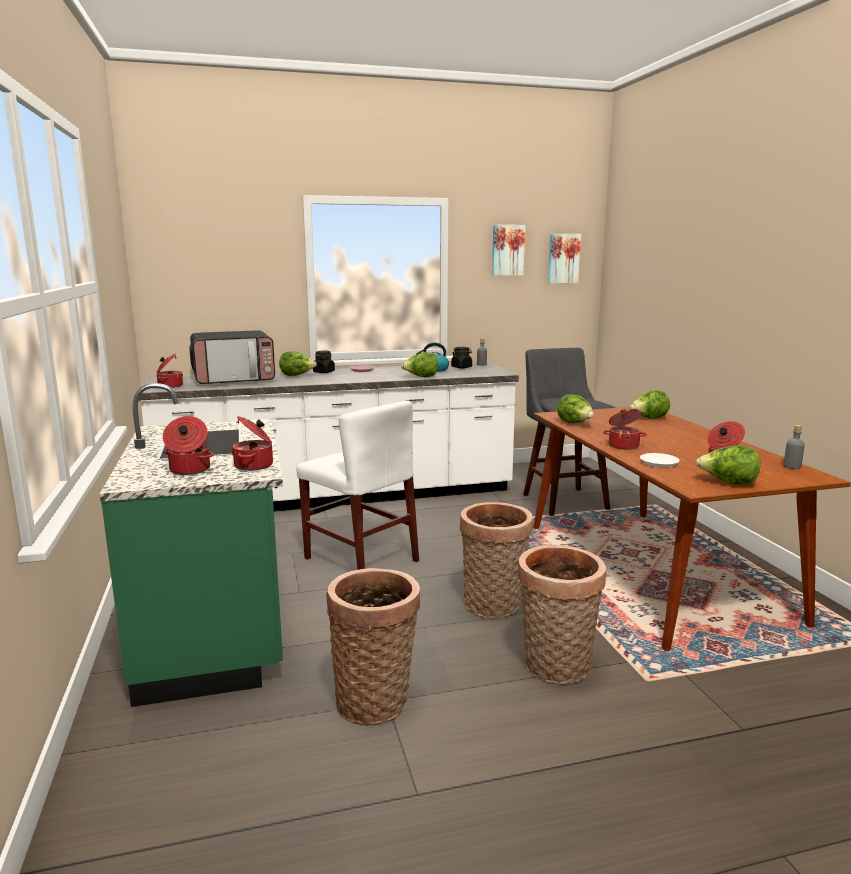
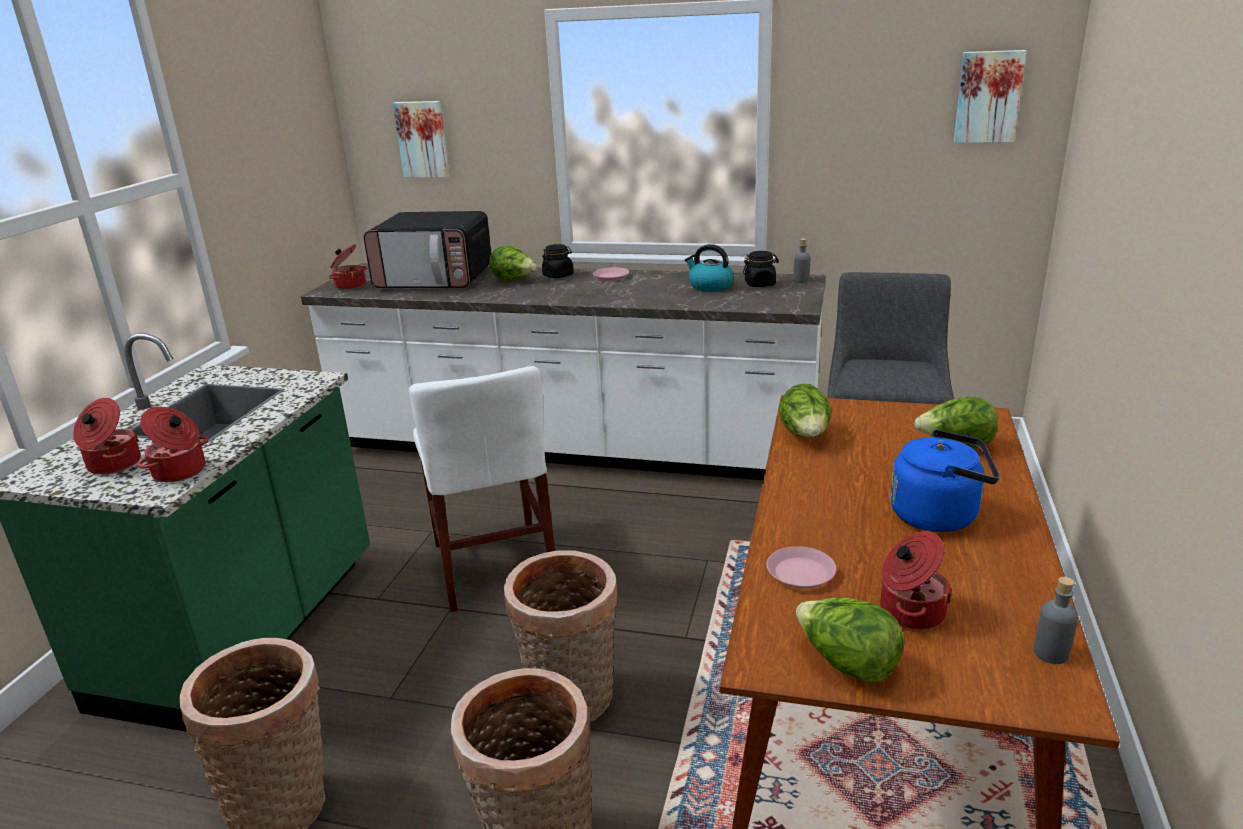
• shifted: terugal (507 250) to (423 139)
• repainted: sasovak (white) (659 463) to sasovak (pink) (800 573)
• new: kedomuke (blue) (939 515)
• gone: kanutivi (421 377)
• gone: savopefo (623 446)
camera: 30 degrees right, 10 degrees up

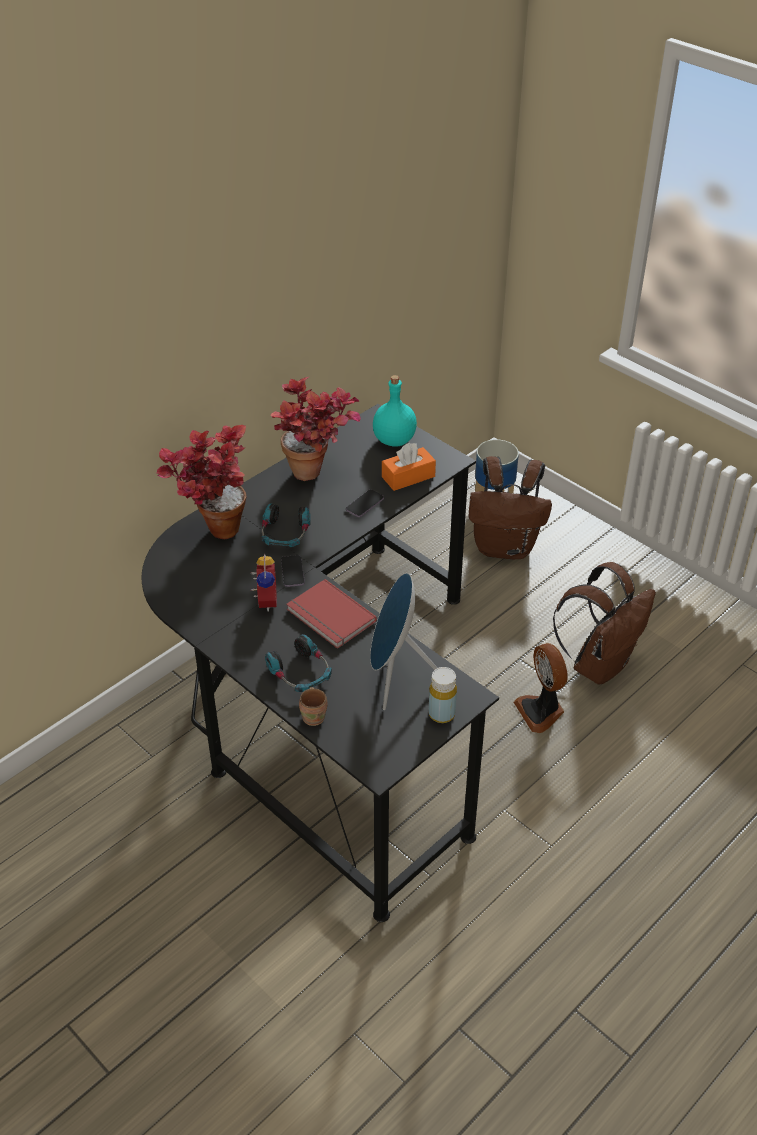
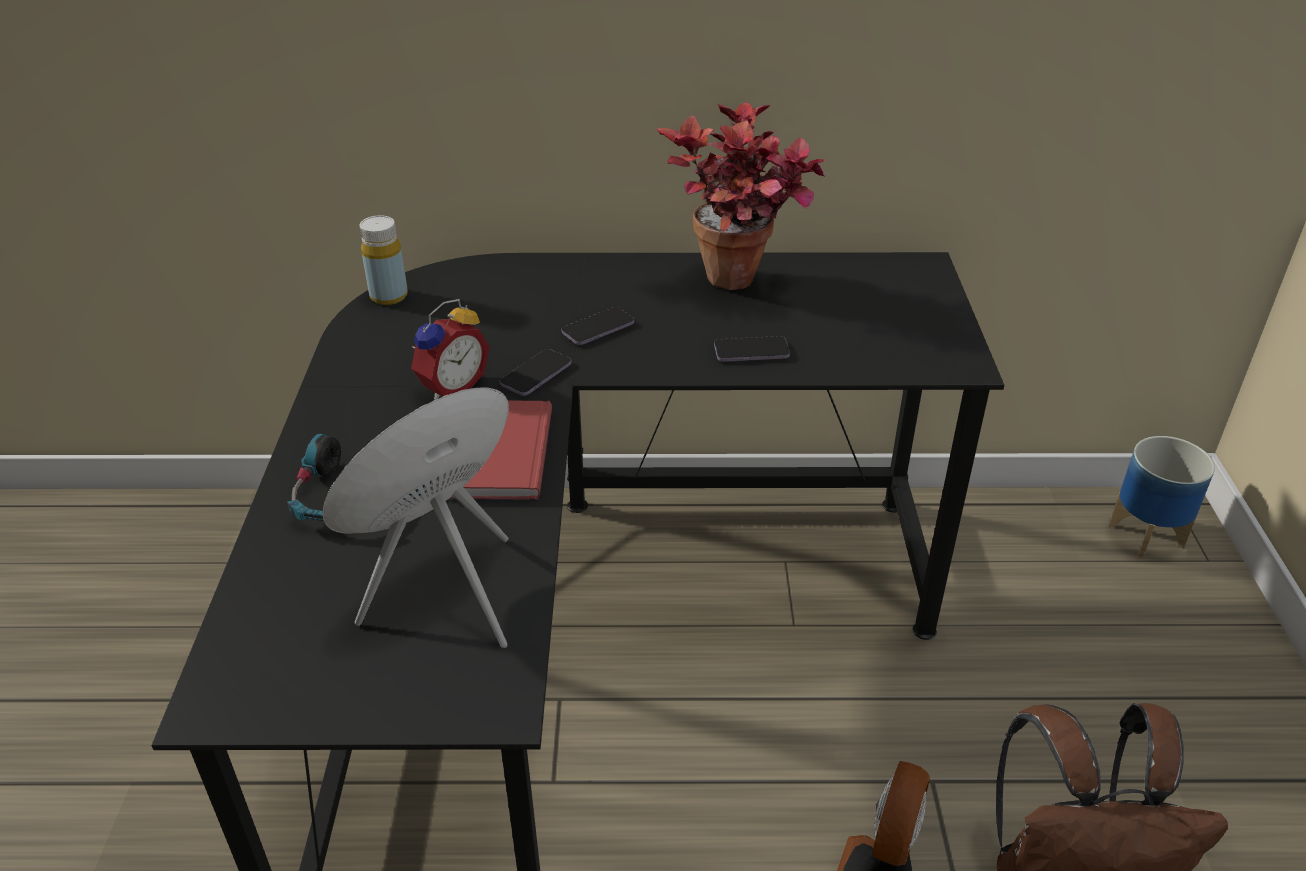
• shifted: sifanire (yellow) (441 714) to (389 296)
• swapped: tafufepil (285 533) to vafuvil (598 328)
• gone: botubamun (212 529)
• gone: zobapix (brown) (314 716)
• gone: sifanire (turquoise) (393 440)
• gone: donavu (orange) (408 477)
• gone: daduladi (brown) (505 547)
camera: 45 degrees right, 5 degrees down

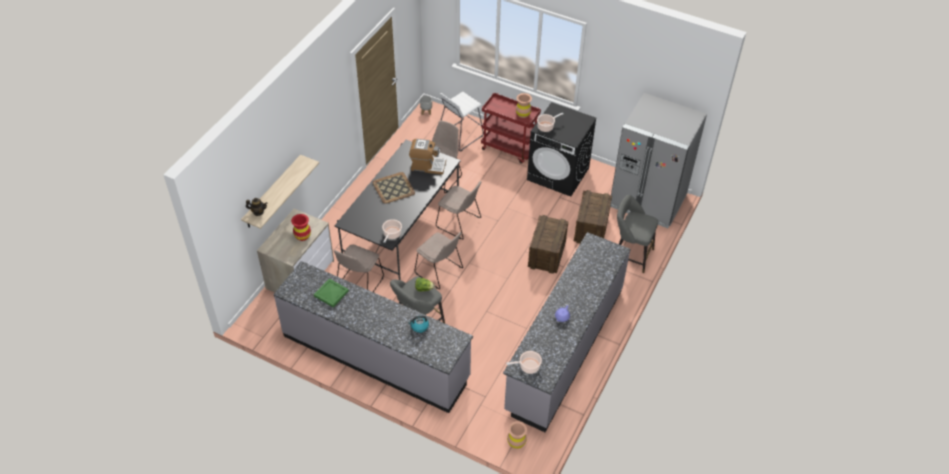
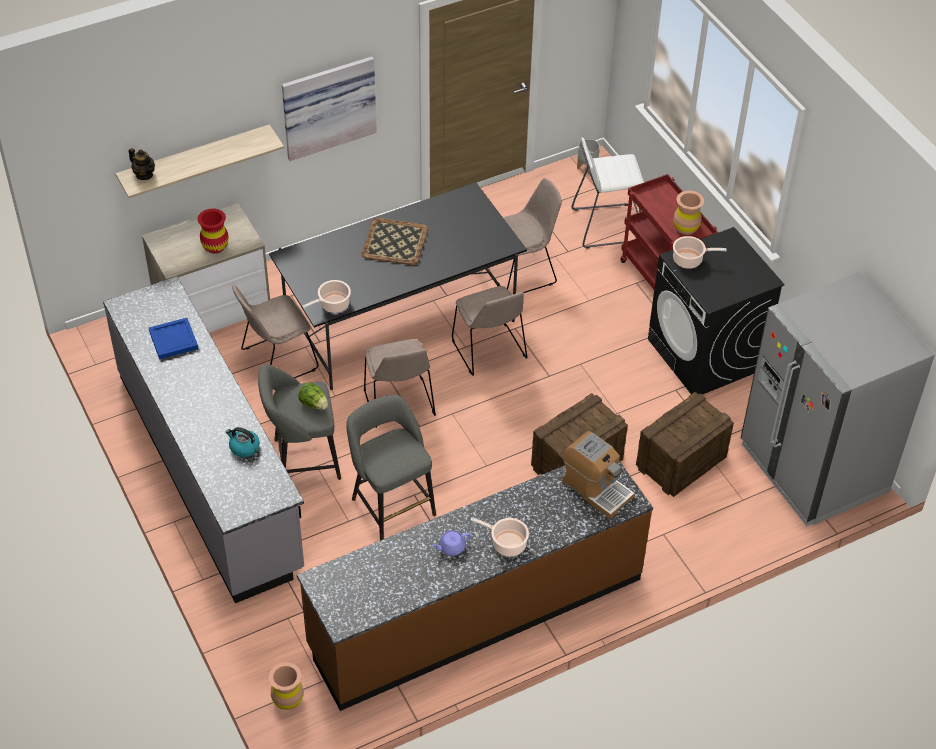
• repainted: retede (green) (331 293) to retede (blue) (174 339)
• new: terugal (328 105)
• repainted: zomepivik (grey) (564 349) to zomepivik (brown) (475 612)
• shifted: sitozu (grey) (630 255) to (391 503)
• shifted: savopefo (528 366) to (506 543)
• shifted: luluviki (427 166) to (596 489)
camera: 35 degrees right, 0 degrees up

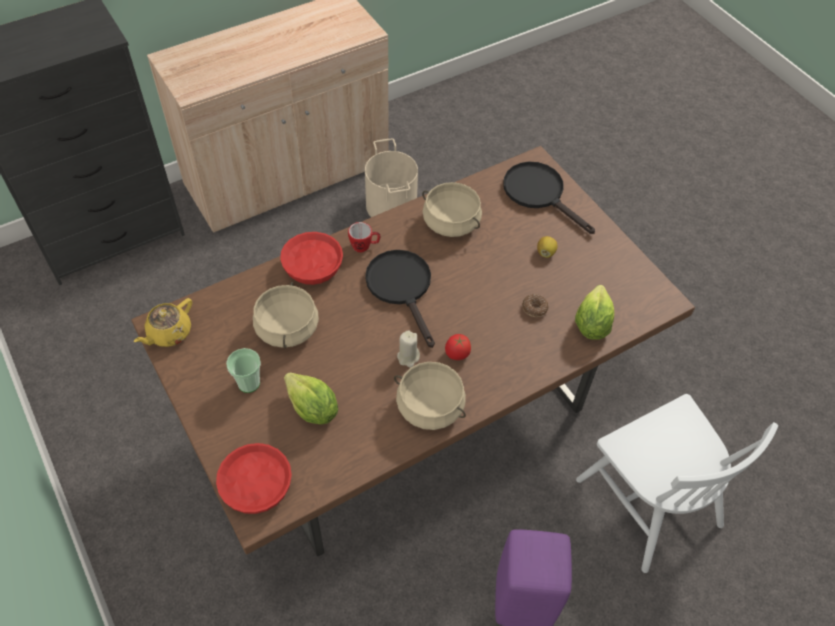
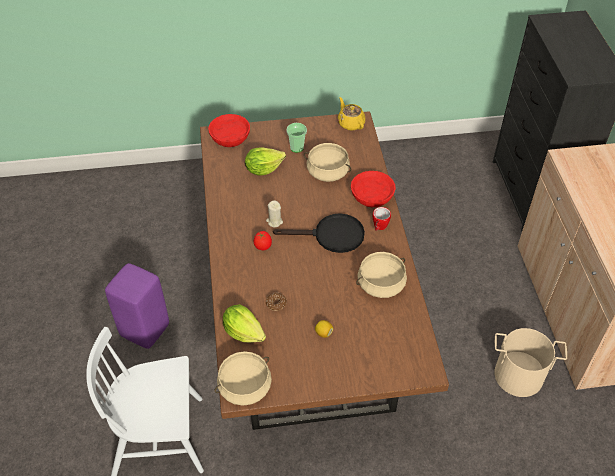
• shifted: savopefo (beige) (429 407) to (245 386)
• gone: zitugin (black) (539 194)
camera: 115 degrees right, 5 degrees down

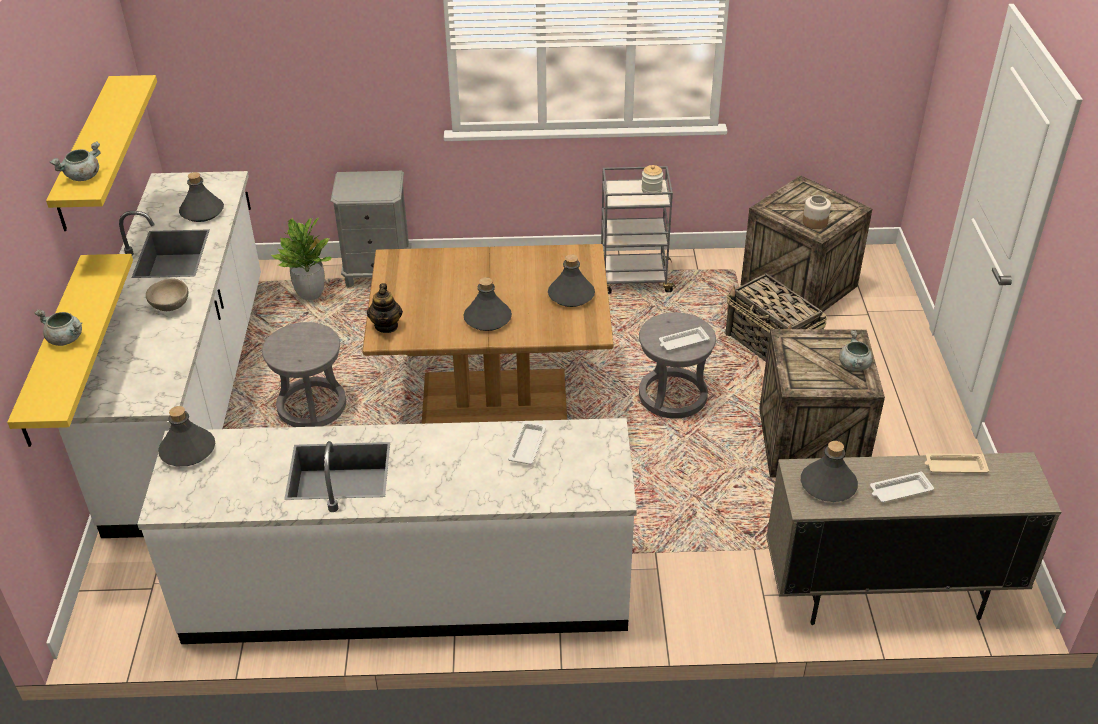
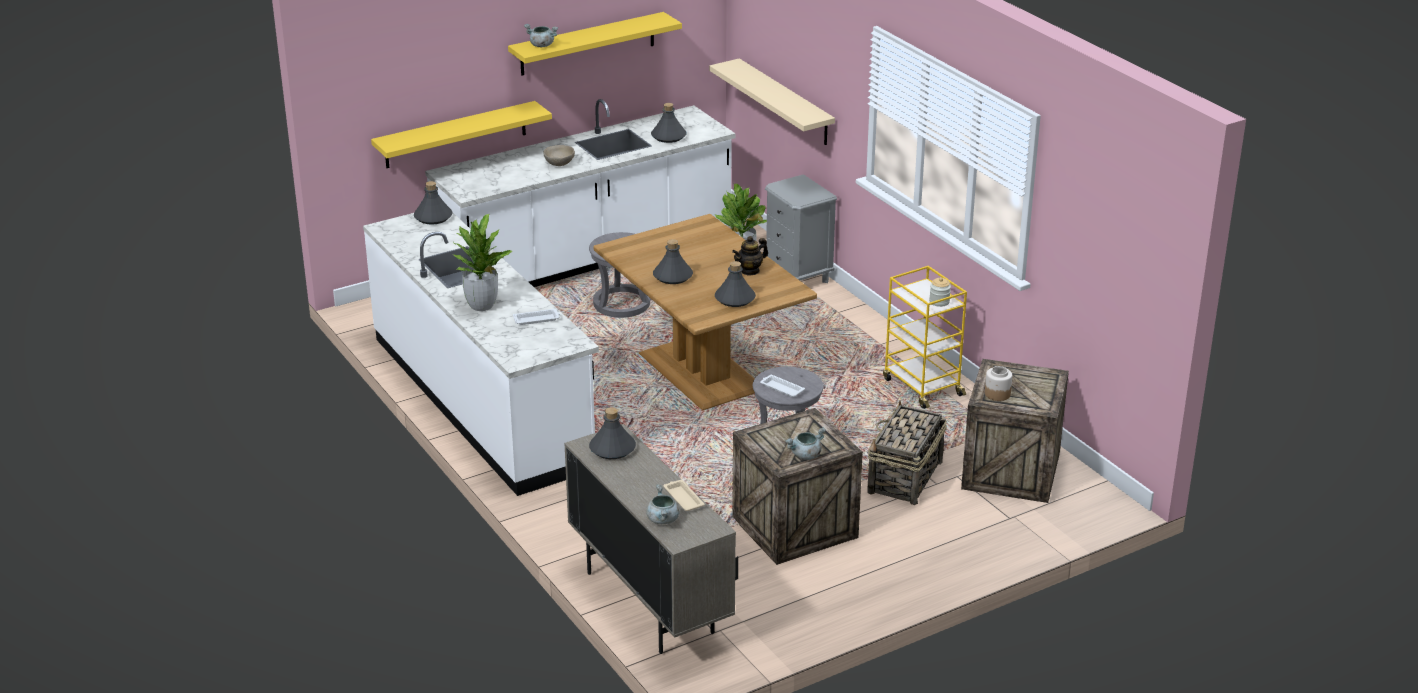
• new: botubamun (481 305)
• shifted: savopefo (grey) (66 339) to (663 520)
• new: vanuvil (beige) (785 102)
• shifted: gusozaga (386 325) to (750 270)
• repainted: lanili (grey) (633 279) to lanili (yellow) (921 387)
• gone: retede (white) (899 491)
camera: 60 degrees right, 10 degrees down

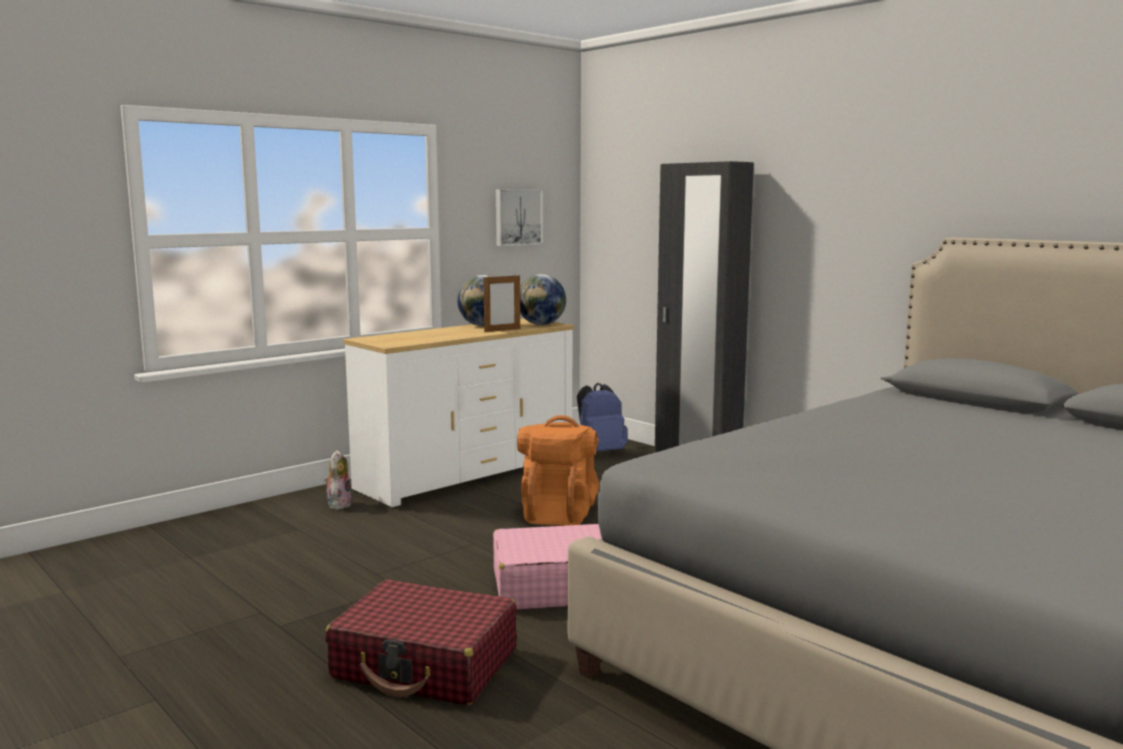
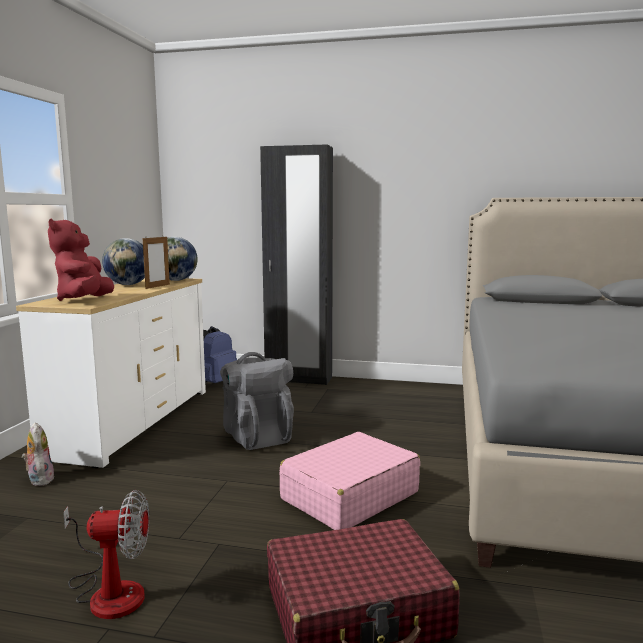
• new: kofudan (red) (84 300)
• new: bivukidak (109 591)
• repainted: daduladi (orange) (558 513) to daduladi (grey) (257 436)
• gone: terugal (517 217)
camera: 35 degrees left, 0 degrees up

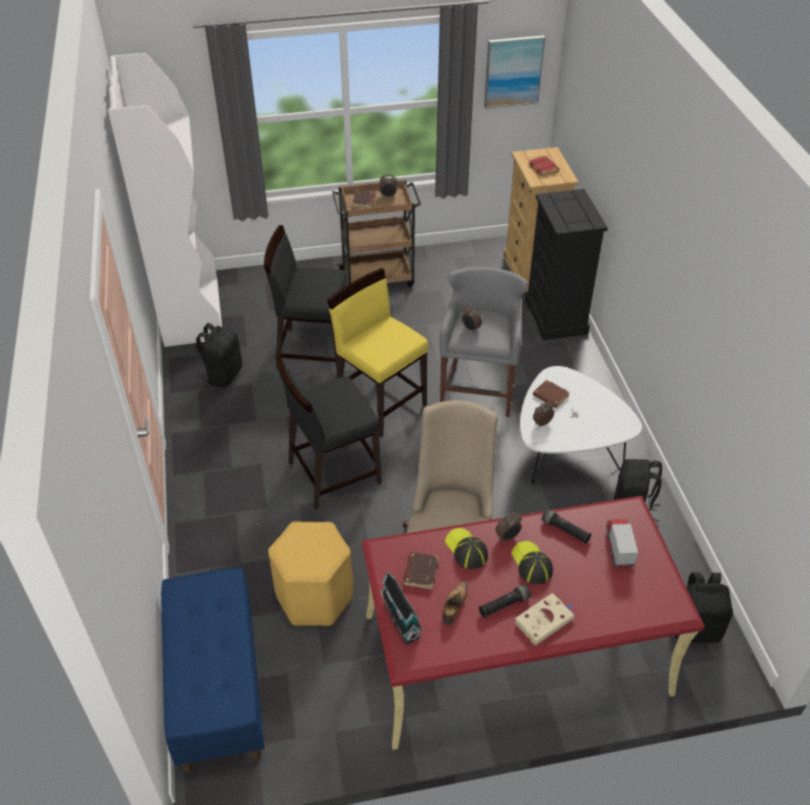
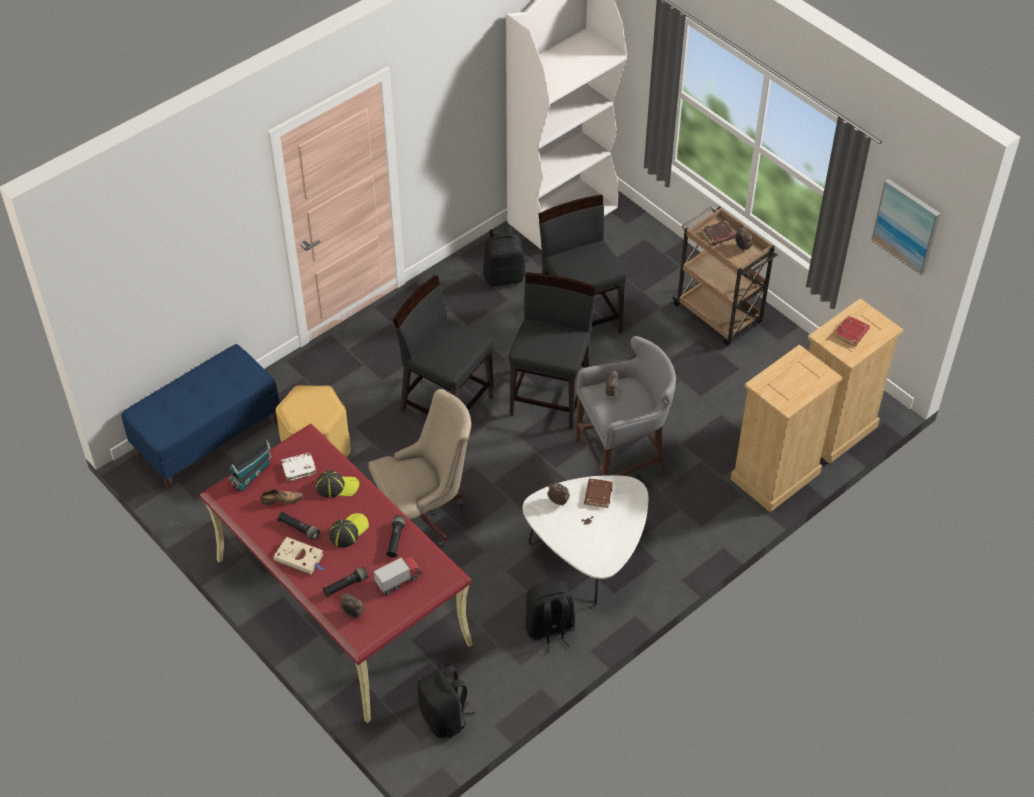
• repainted: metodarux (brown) (420 572) to metodarux (white) (299 468)
• rotated: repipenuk (466 550) = (337 486) 60 degrees clockwise
• new: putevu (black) (345 585)
• shifted: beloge (508 537) to (353 614)
• repainted: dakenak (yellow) (380 402) to dakenak (black) (551 396)
• repainted: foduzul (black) (556 317) to foduzul (beige) (775 476)
camera: 60 degrees right, 5 degrees up

